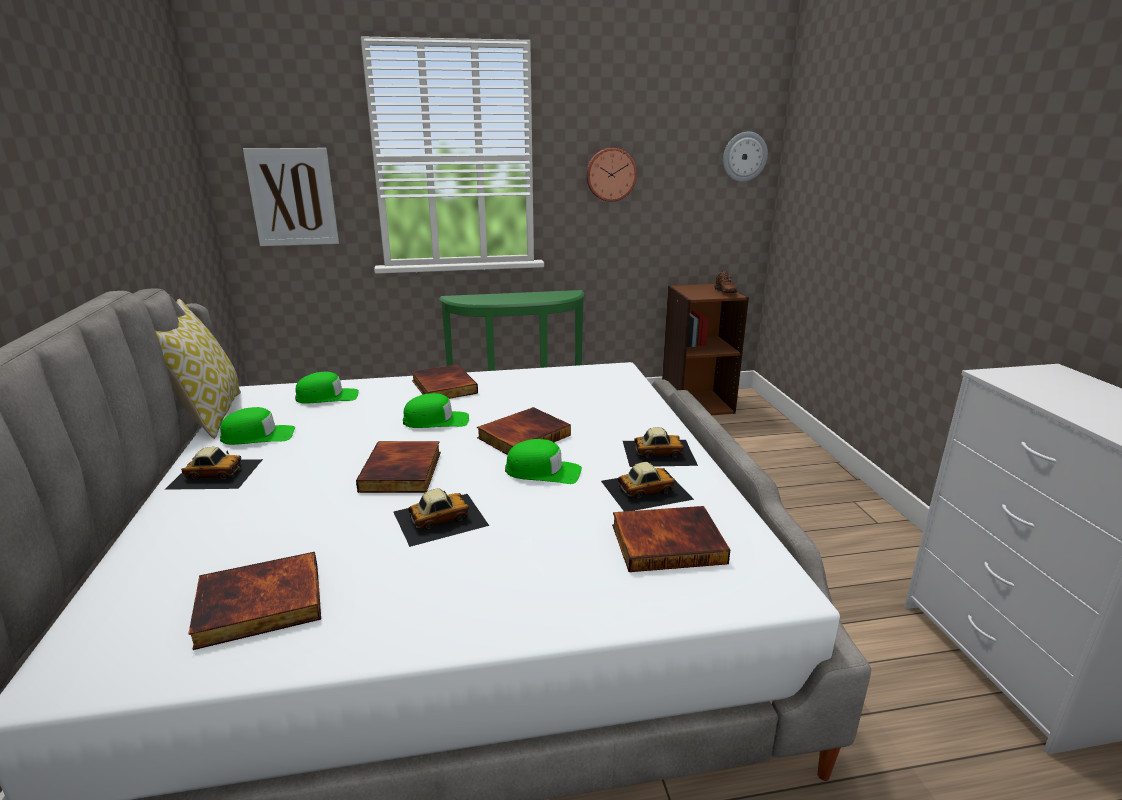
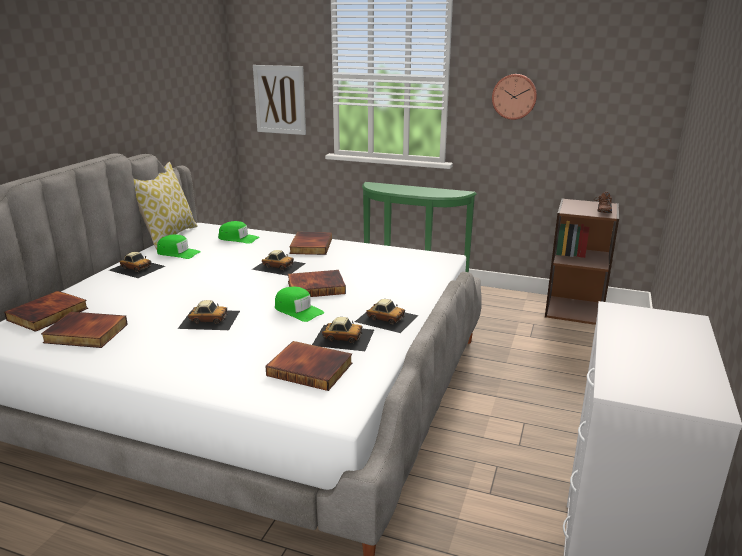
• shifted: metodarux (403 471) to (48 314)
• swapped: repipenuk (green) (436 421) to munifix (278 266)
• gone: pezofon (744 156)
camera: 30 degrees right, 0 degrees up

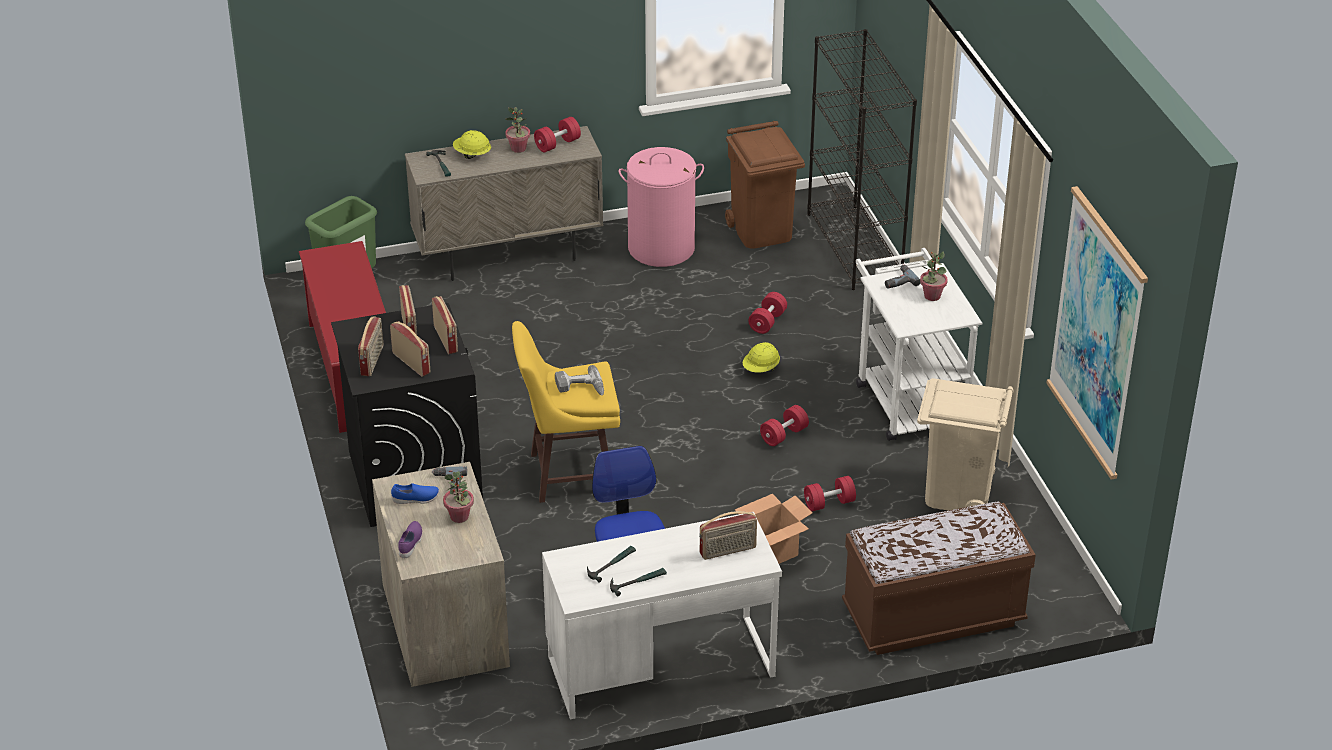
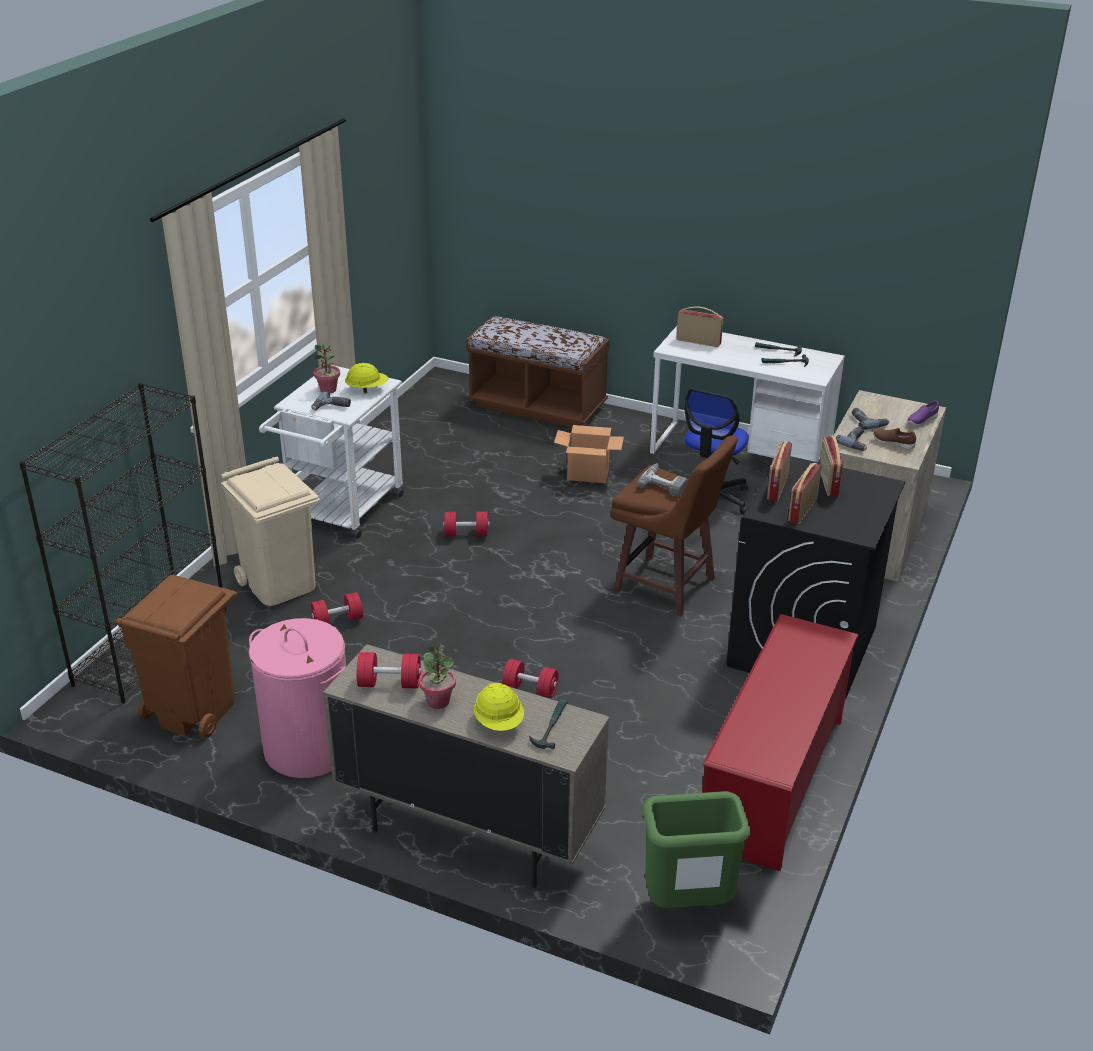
• shifted: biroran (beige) (957 493) to (280 584)
• shifted: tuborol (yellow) (761 369) to (367 389)
• shifted: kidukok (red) (829 503) to (530 689)
• repainted: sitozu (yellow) (569 474) to sitozu (brown) (666 587)
• swapped: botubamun (459 517) to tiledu (868 422)
• repainted: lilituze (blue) (416 499) to lilituze (brown) (893 444)
• gone: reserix (373 361)
• gone: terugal (1097 333)
camera: 140 degrees left, 5 degrees down

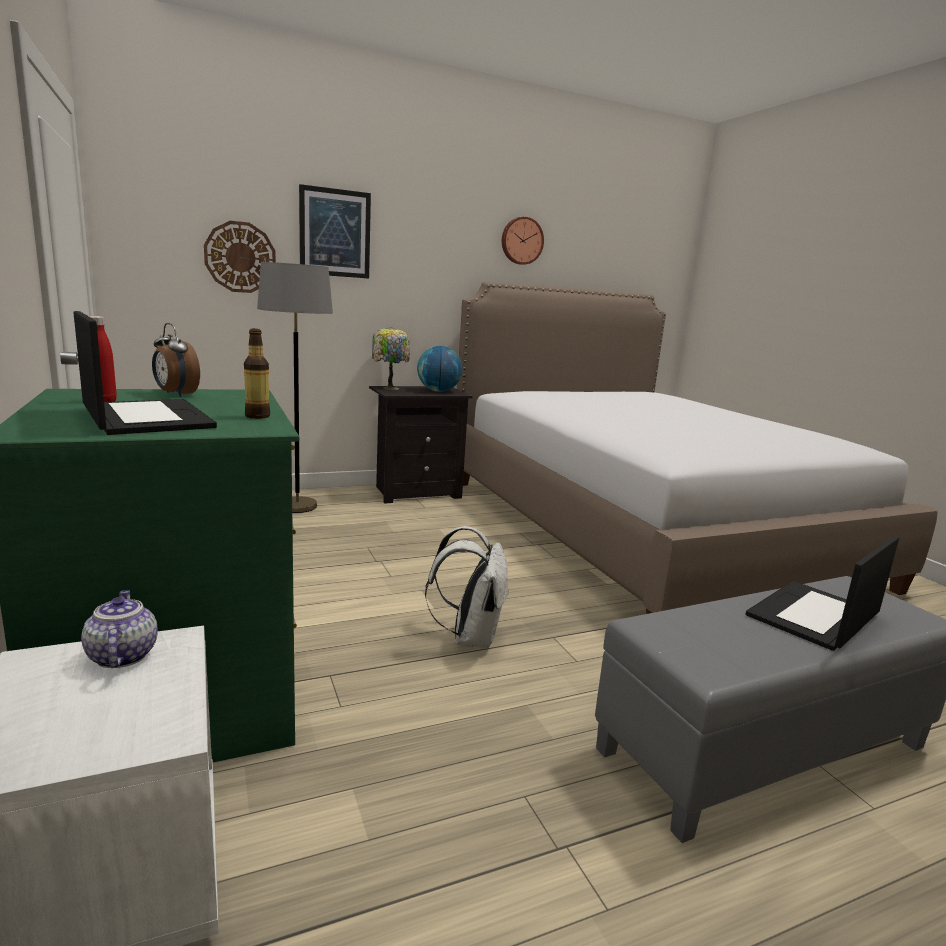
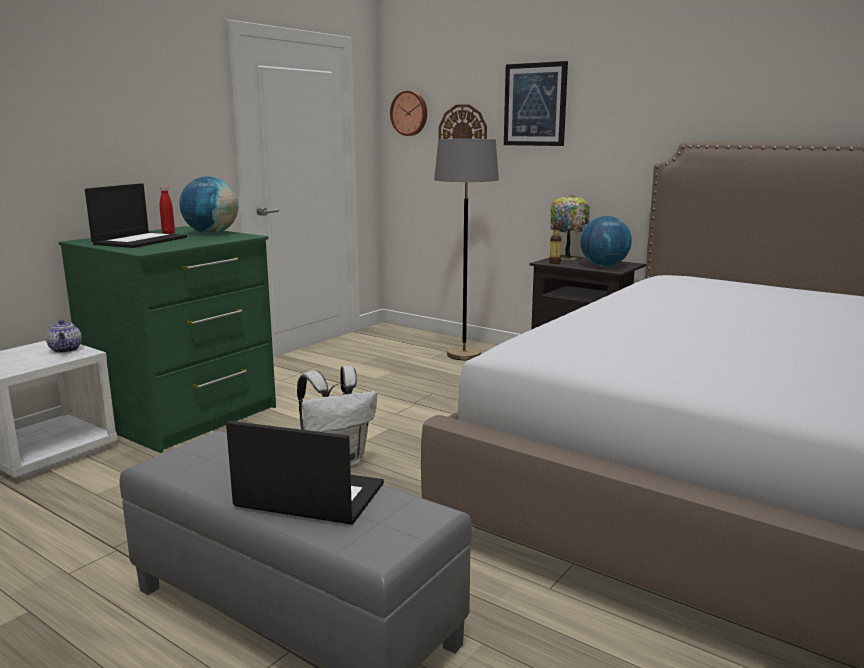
• rotated: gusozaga (121 655) = (66 350) 120 degrees clockwise
• swapped: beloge (175 394) to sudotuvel (211 233)
• shifted: pezofon (521 241) to (410 113)
• shifted: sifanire (257 416) to (554 263)
camera: 60 degrees right, 0 degrees up

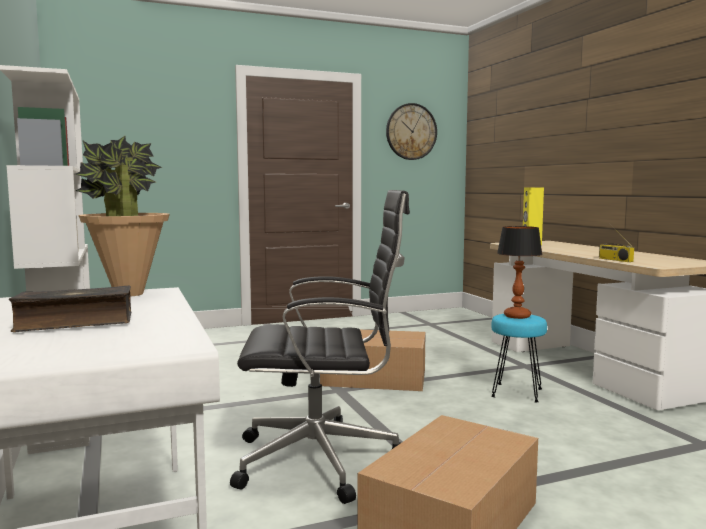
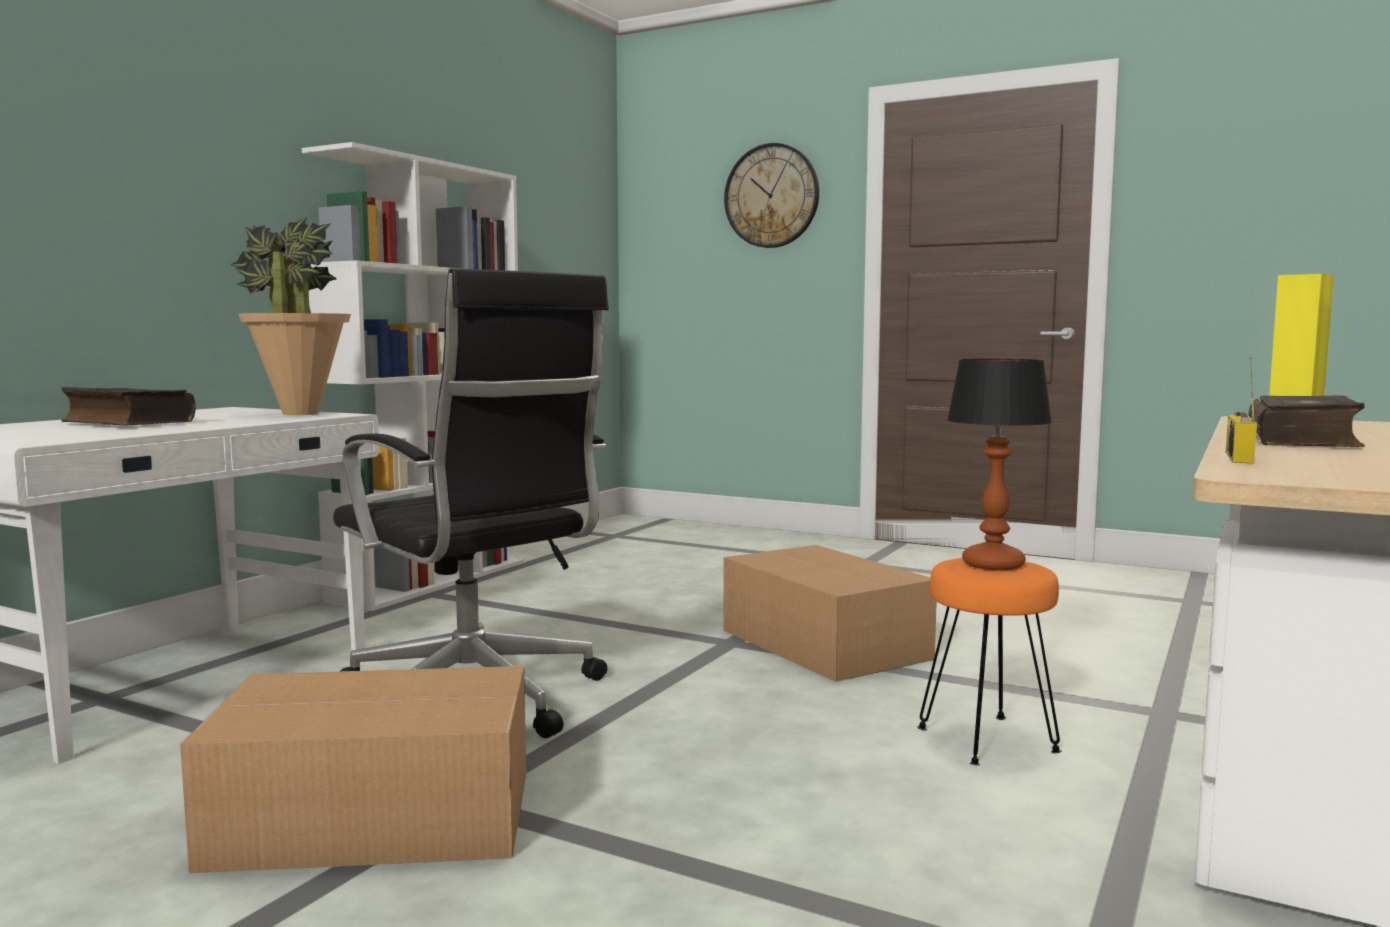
• shifted: pezofon (411 131) to (771 196)
• repainted: sitozu (turquoise) (516 392) to sitozu (orange) (987 739)
• new: metodarux (1304 440)
camera: 50 degrees right, 0 degrees up

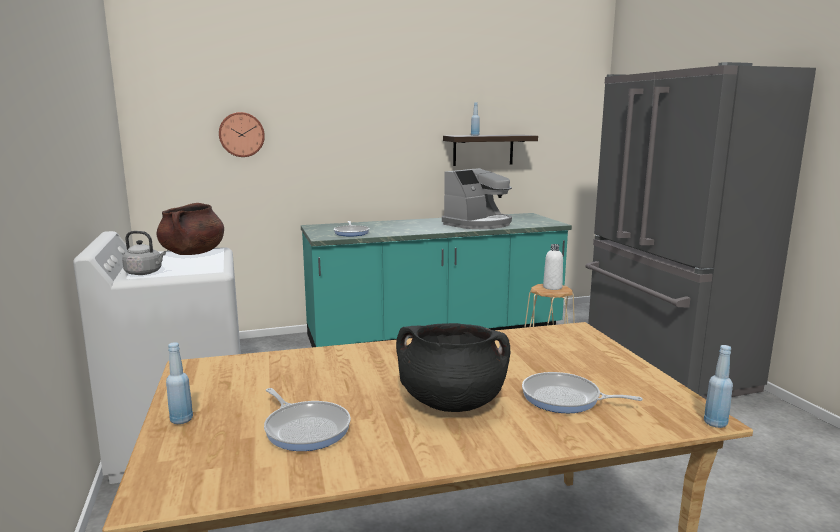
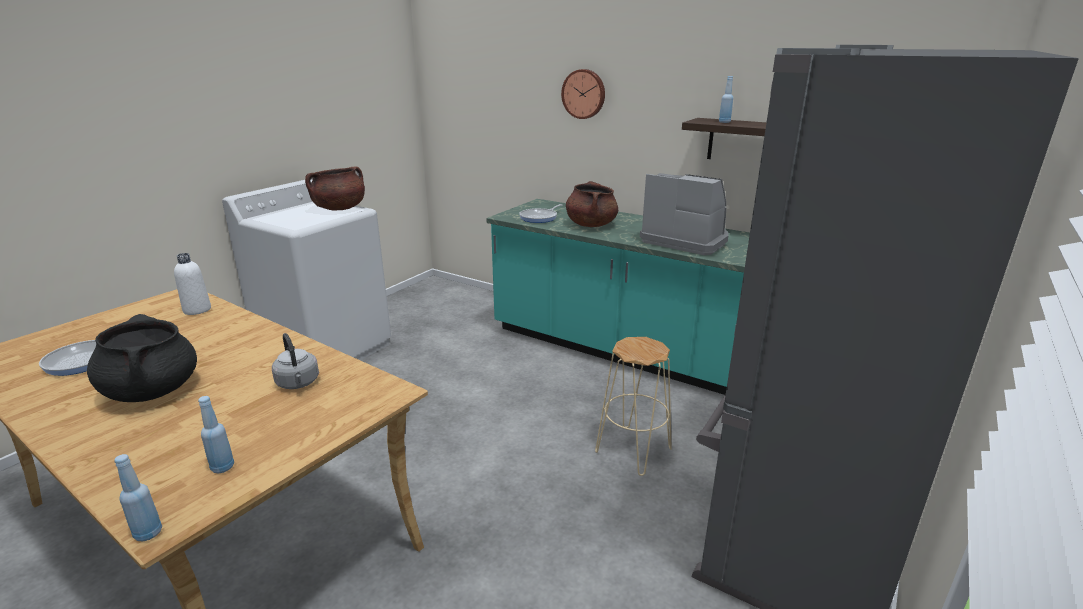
• shifted: sifanire (white) (552 287) to (197 310)
• shifted: sifanire (blue) (181 420) to (222 467)
• shifted: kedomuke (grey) (145 273) to (298 383)
• shifted: pezofon (241 134) to (584 94)
• new: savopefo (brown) (591 225)
• rotated: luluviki (478 224) = (685 240) 150 degrees counterclockwise
• gone: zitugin (565 399)
camera: 50 degrees right, 10 degrees up

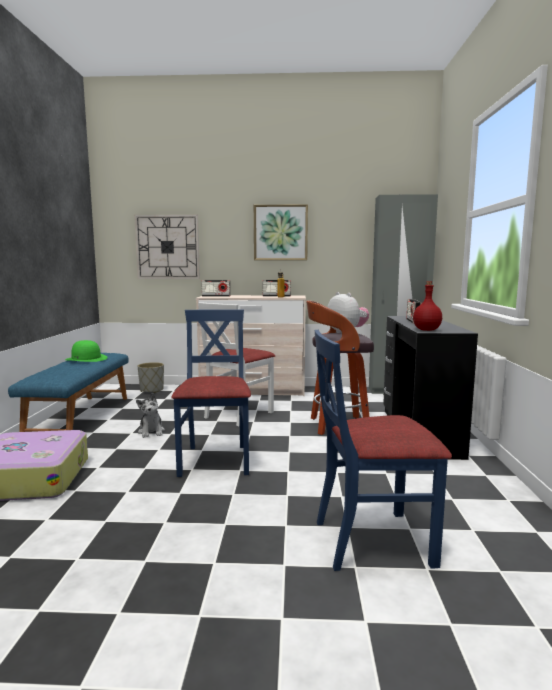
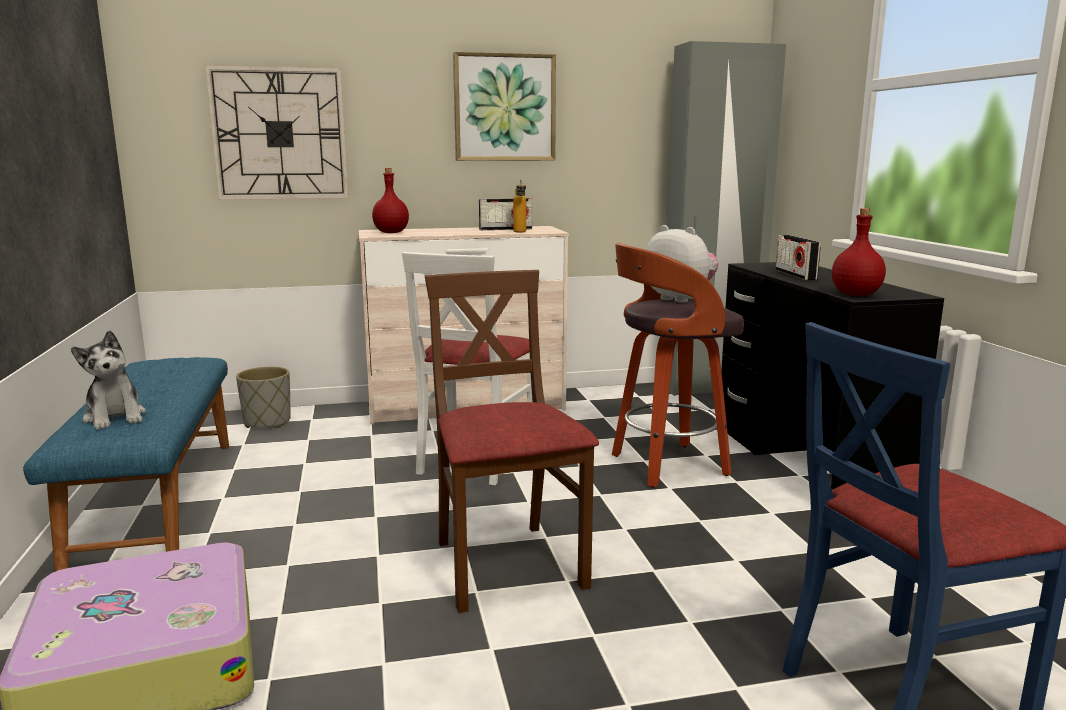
• shifted: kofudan (151 432) to (115 417)
• swapped: reserix (216 296) to sifanire (red) (391 232)
• repainted: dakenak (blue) (215 460) to dakenak (brown) (506 565)
• gone: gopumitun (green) (86 359)
camera: 15 degrees left, 5 degrees up

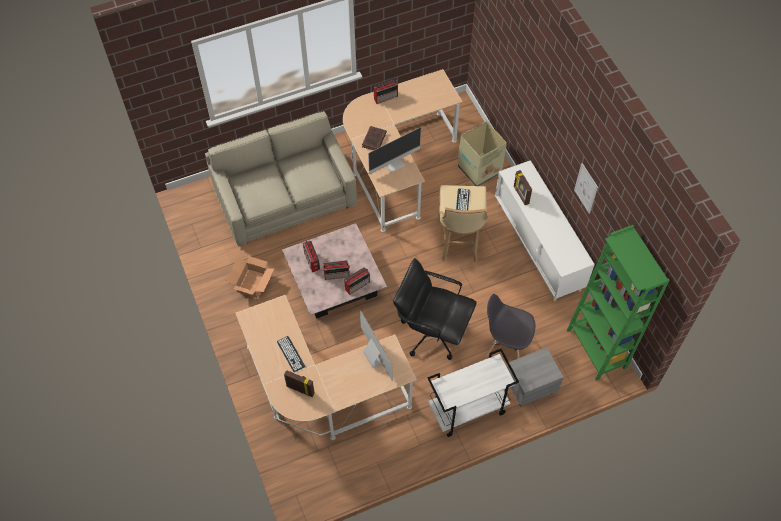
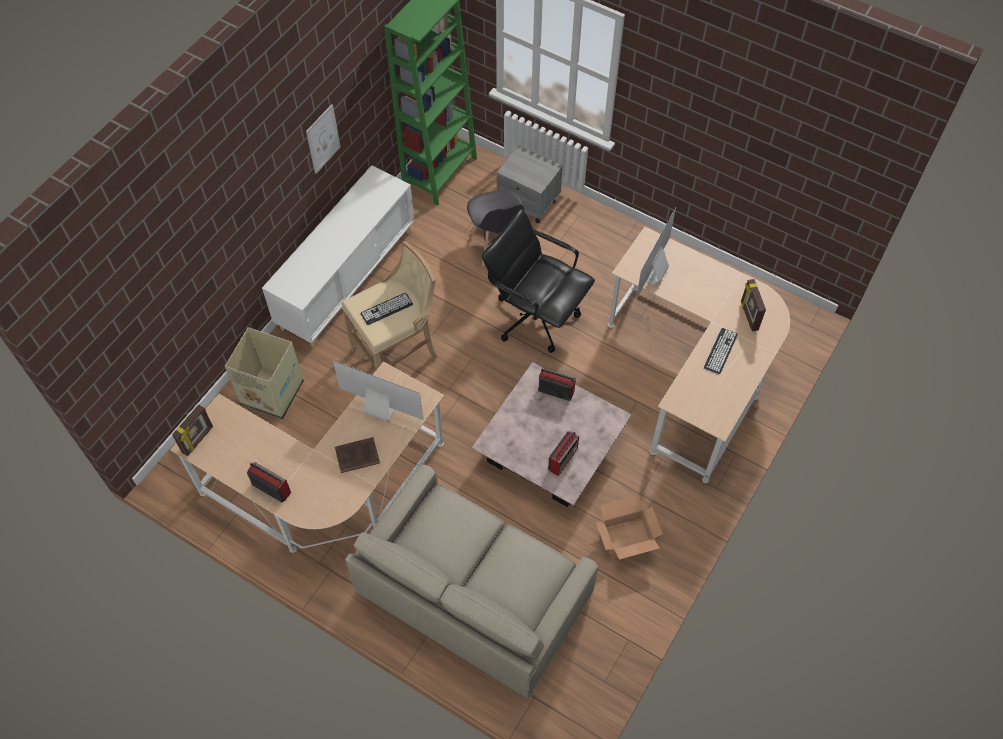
• shifted: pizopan (520 195) to (198 440)
• rotated: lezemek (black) (432 331) = (535 316) 135 degrees clockwise
• gone: reserix (337 275)
• gone: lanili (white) (467 410)
camera: 125 degrees left, 0 degrees up

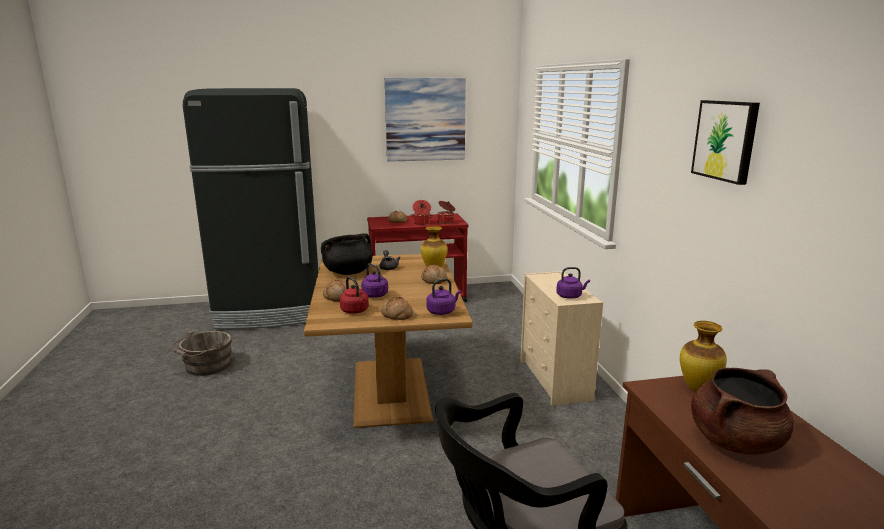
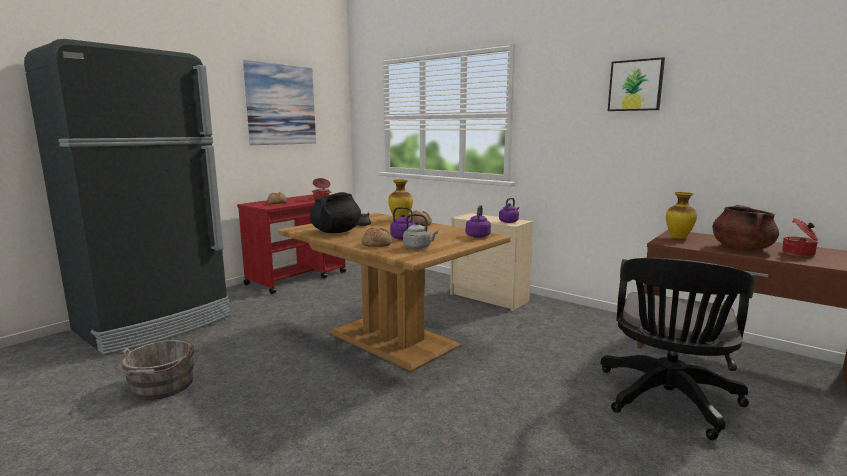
• repainted: kedomuke (red) (355 311) to kedomuke (grey) (418 247)
• shifted: savopefo (421 223) to (799 254)
• gone: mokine (396 315)
camera: 40 degrees left, 5 degrees down

